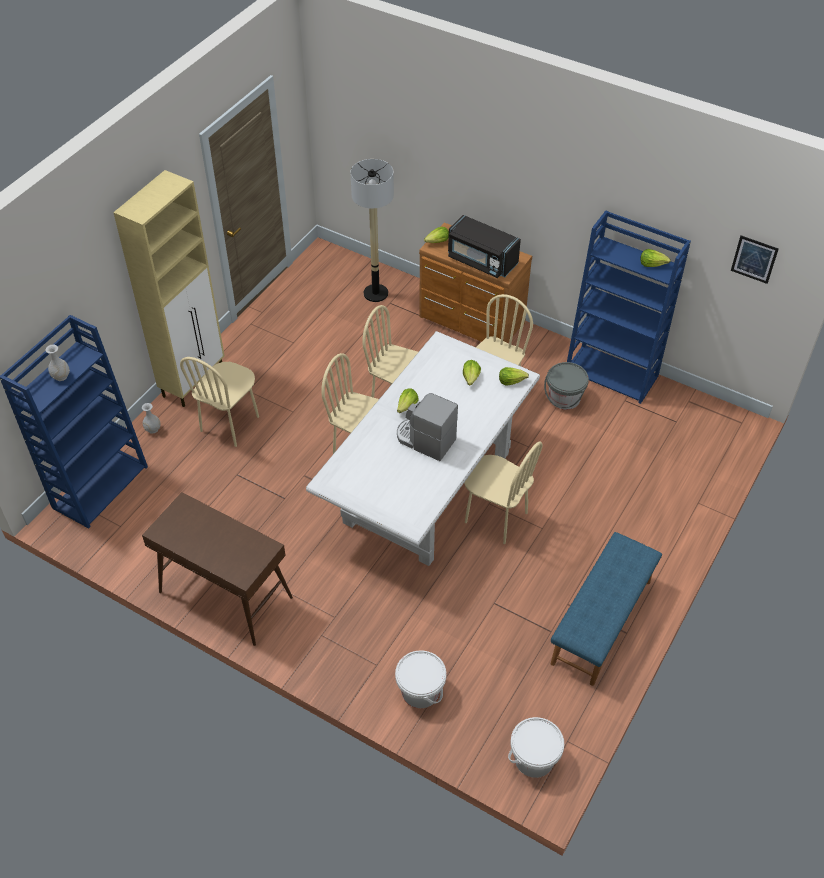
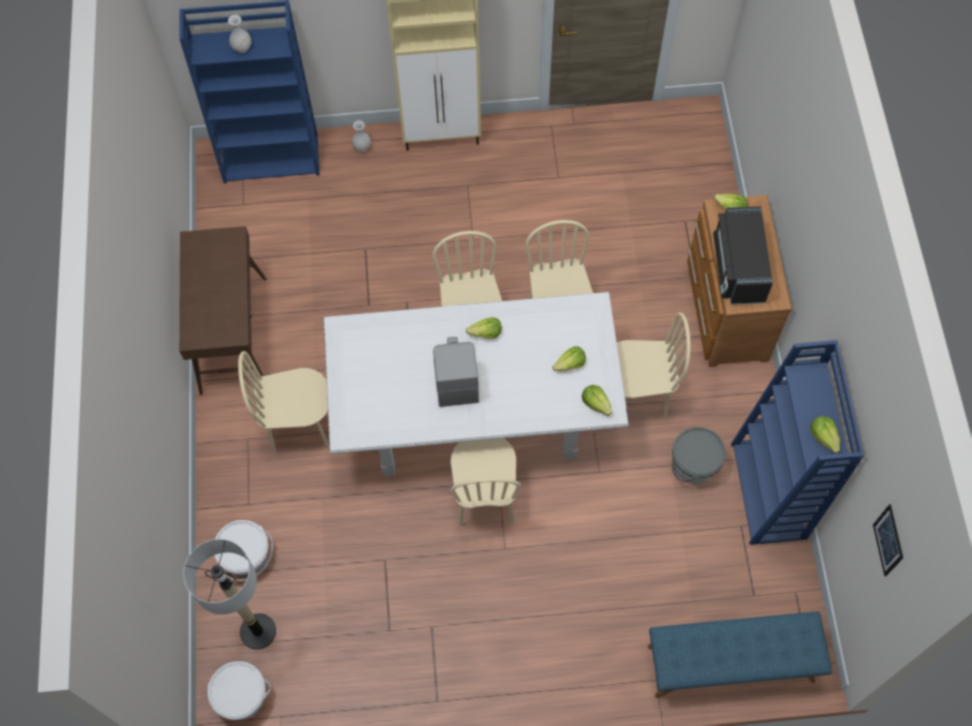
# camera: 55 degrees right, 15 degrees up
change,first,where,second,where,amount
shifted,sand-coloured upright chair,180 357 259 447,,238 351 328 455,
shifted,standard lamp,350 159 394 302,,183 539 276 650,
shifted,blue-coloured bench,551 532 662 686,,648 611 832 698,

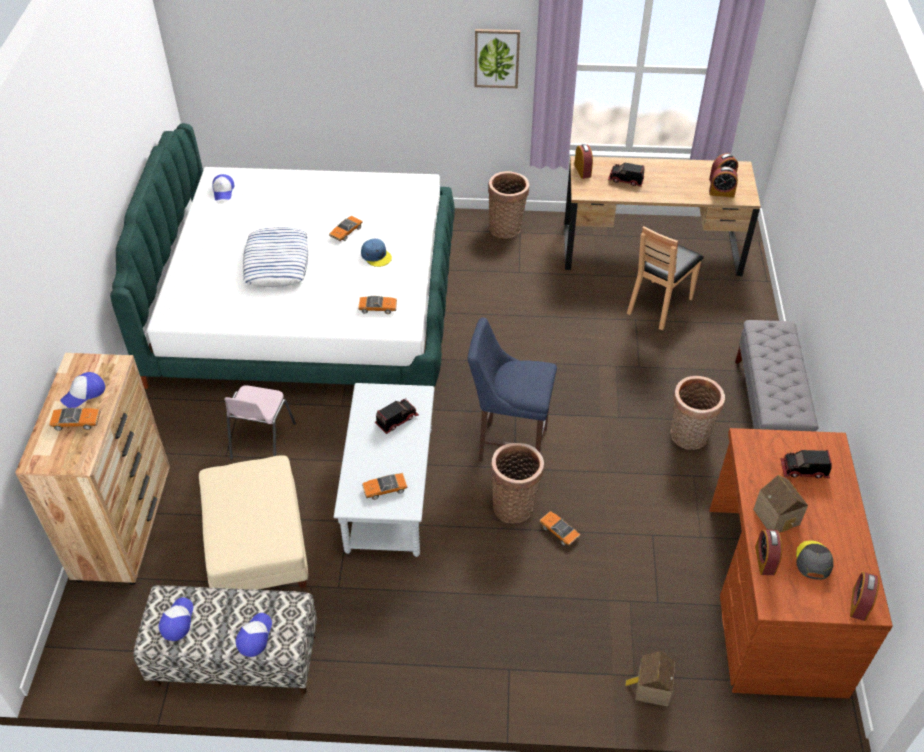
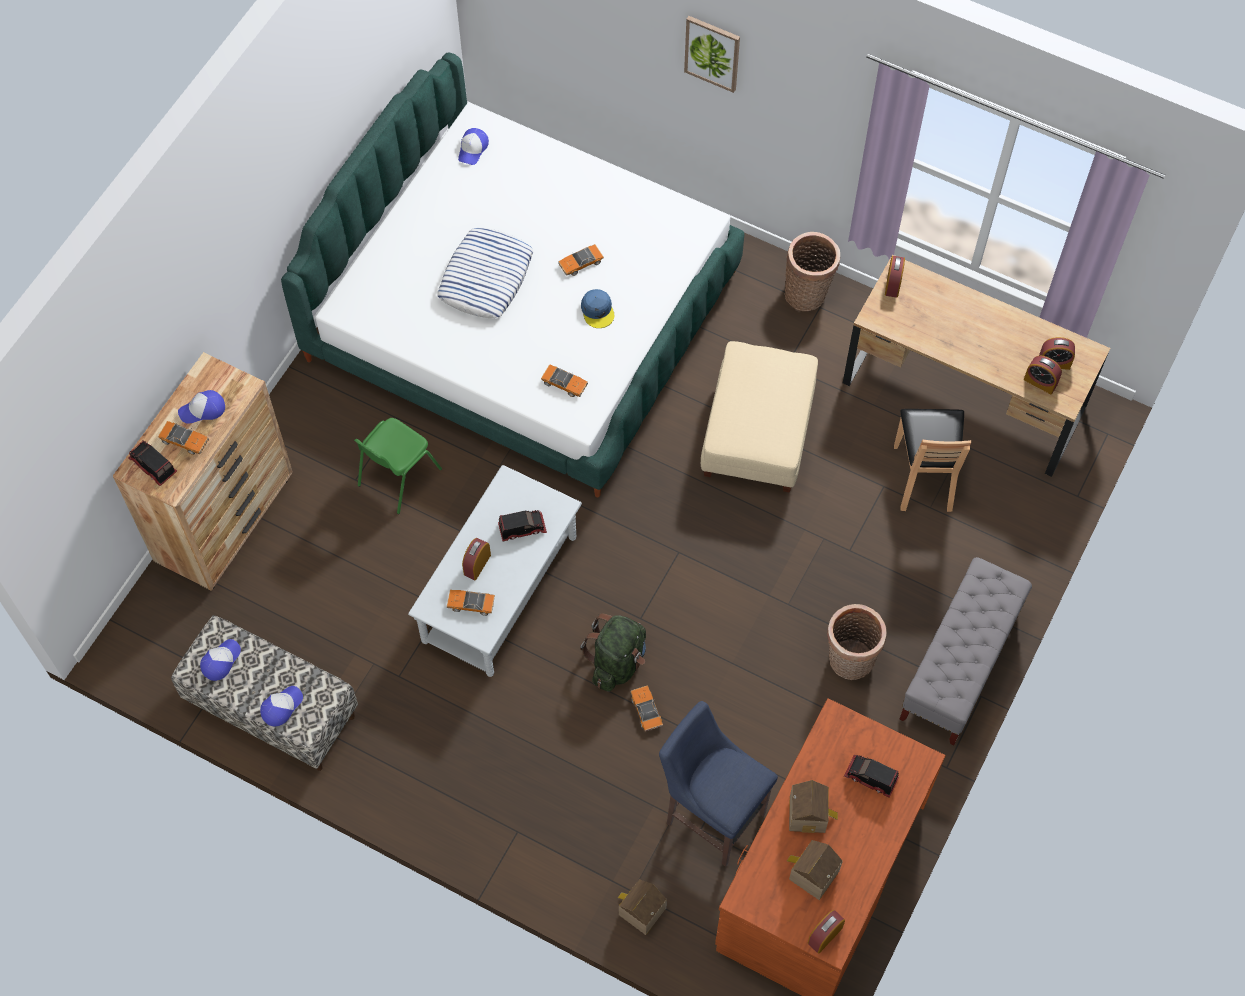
# camera: 25 degrees right, 15 degrees up
change,first,where,second,where,amount
shifted,sand-coloured ottoman,199 455 308 590,,701 341 818 493,
repainted,pink upright chair,224 385 296 460,green upright chair,354 418 442 514,
shifted,blue-coloured stool,468 318 557 462,,659 701 778 867,
shifted,wall picture,474 29 520 88,,684 16 740 93,
swapped,basket,491 443 544 524,green backpack,580 613 646 691,
shifted,toy truck,608 163 644 187,,128 440 177 486,
rotated,brown-coloured upright chair,627 226 704 330,,894 409 971 512,60 degrees counterclockwise
shifted,bedside clock,755 529 782 575,,462 538 491 580,
swapped,gray cap,796 540 833 580,toy house,787 840 843 900,

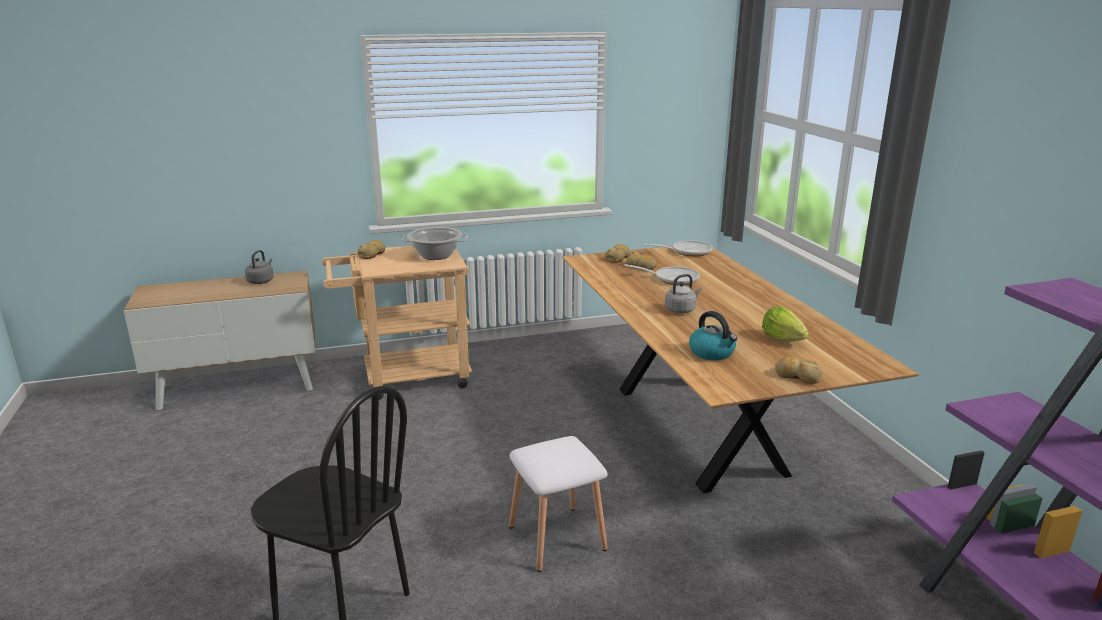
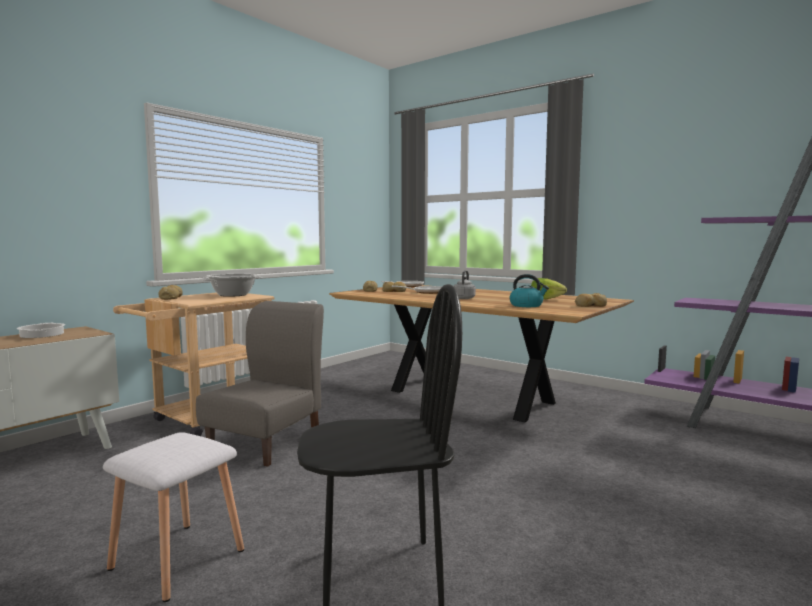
# camera: 35 degrees left, 15 degrees down
change,first,where,second,where,amount
swapped,gray tea kettle,245 250 274 284,cooking pot,16 323 66 338,
shifted,white stool,509 436 608 572,,103 432 244 602,
new,,,gray upright chair,196 301 324 467,

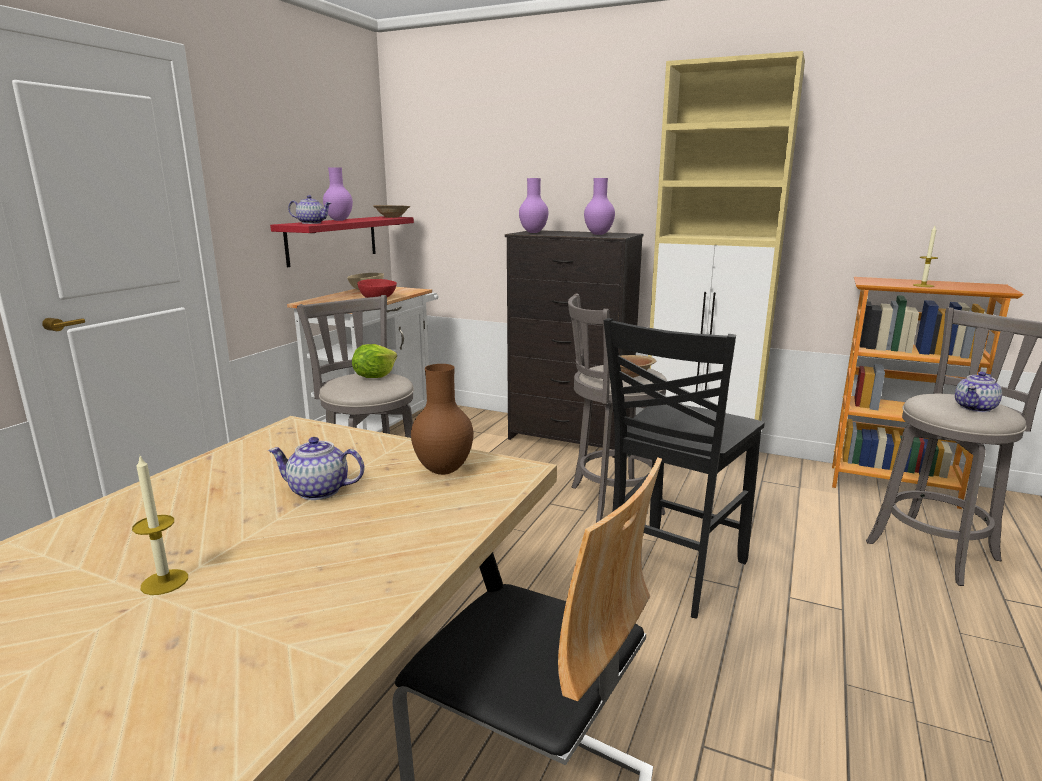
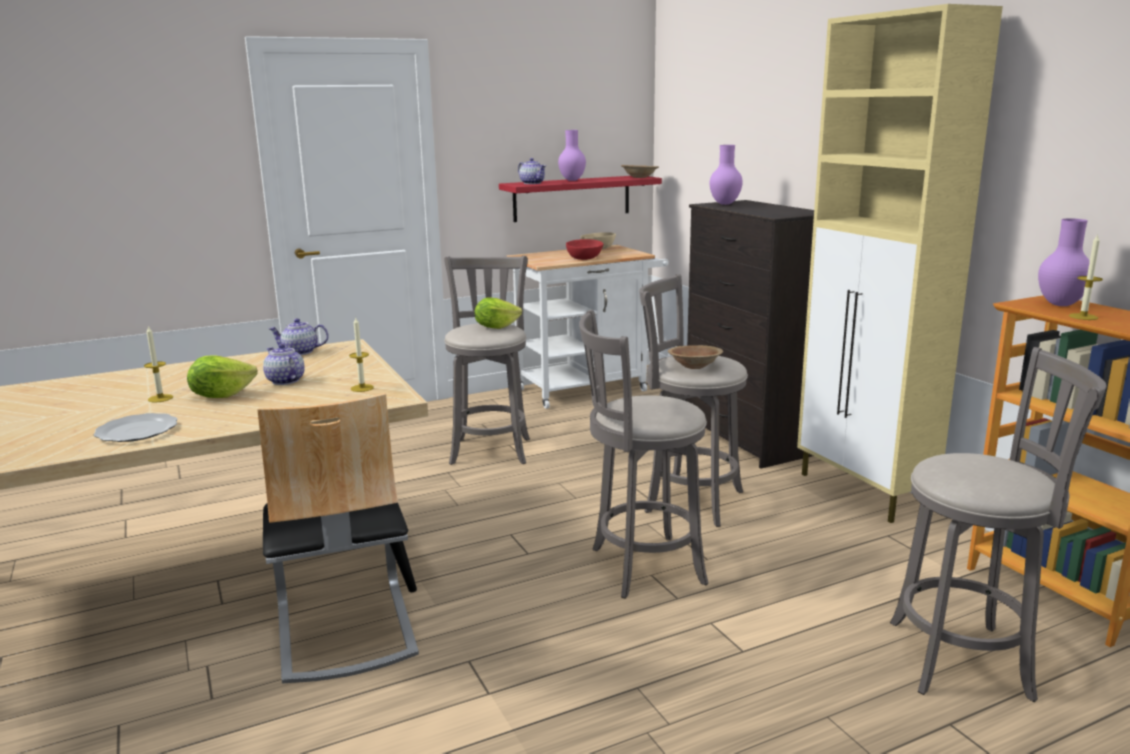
# camera: 40 degrees right, 0 degrees up
change,first,where,second,where,amount
swapped,brown-coloured decorative vase,411 364 473 475,candle,349 316 374 392,
shifted,purplish decorative vase,584 178 615 235,,1038 218 1090 306,
swapped,black upright chair,604 318 765 619,gray stool,579 310 708 599,
shifted,tea pot,955 371 1002 412,,269 318 329 355,
new,,,dinner plate,93 413 178 442,
new,,,lettuce head,187 356 257 398,

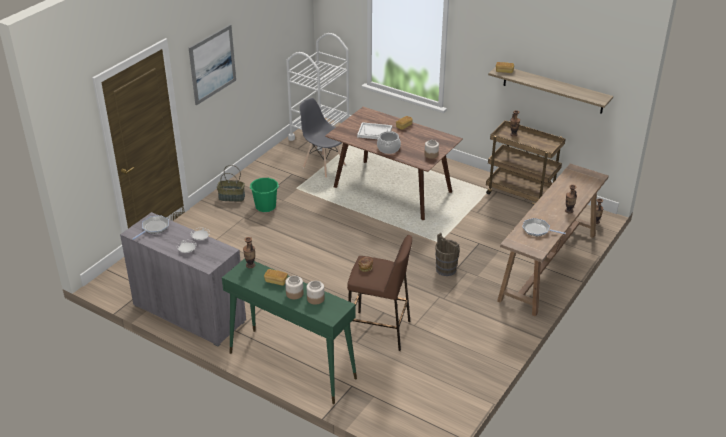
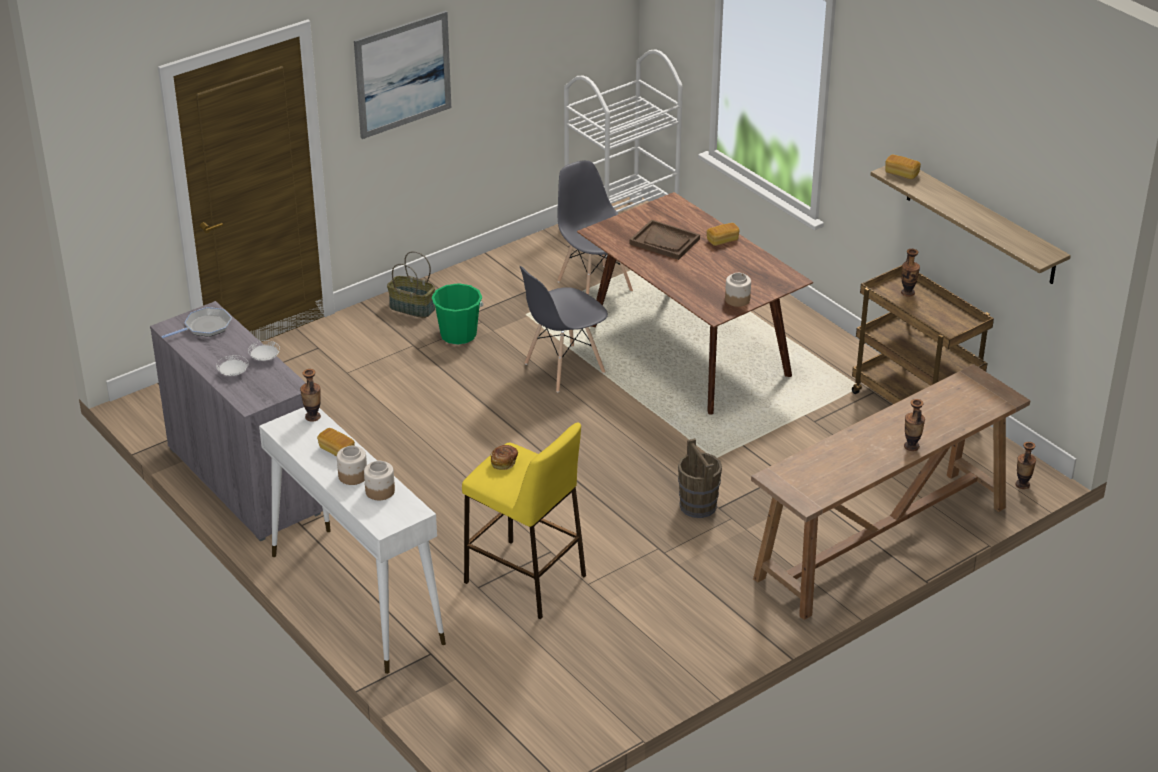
# camera: 20 degrees right, 0 degrees up
change,first,where,second,where,amount
repainted,green console table,222 258 357 404,white console table,259 407 446 674,
repainted,brown-coloured stool,347 235 412 351,yellow-coloured stool,462 422 586 619,
repainted,white carrying tray,357 122 392 139,brown-coloured carrying tray,630 220 700 260,
gone,cooking pot,377 131 401 154,,,
gone,skillet,522 218 566 237,,,
new,,,gray upright chair,520 266 608 392,

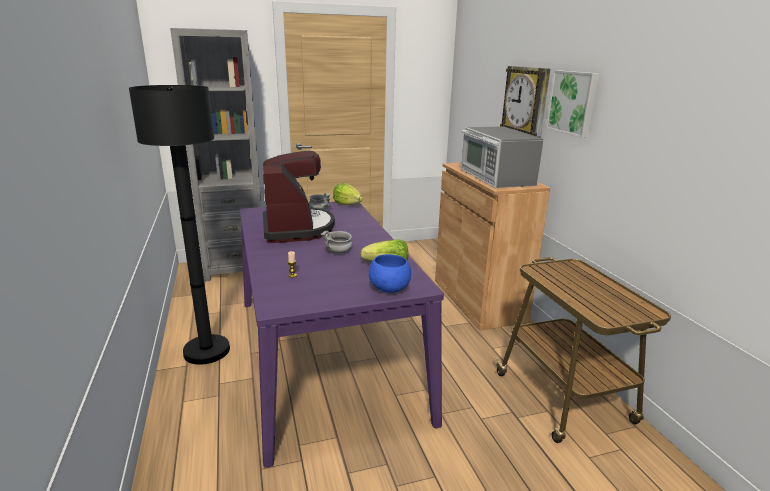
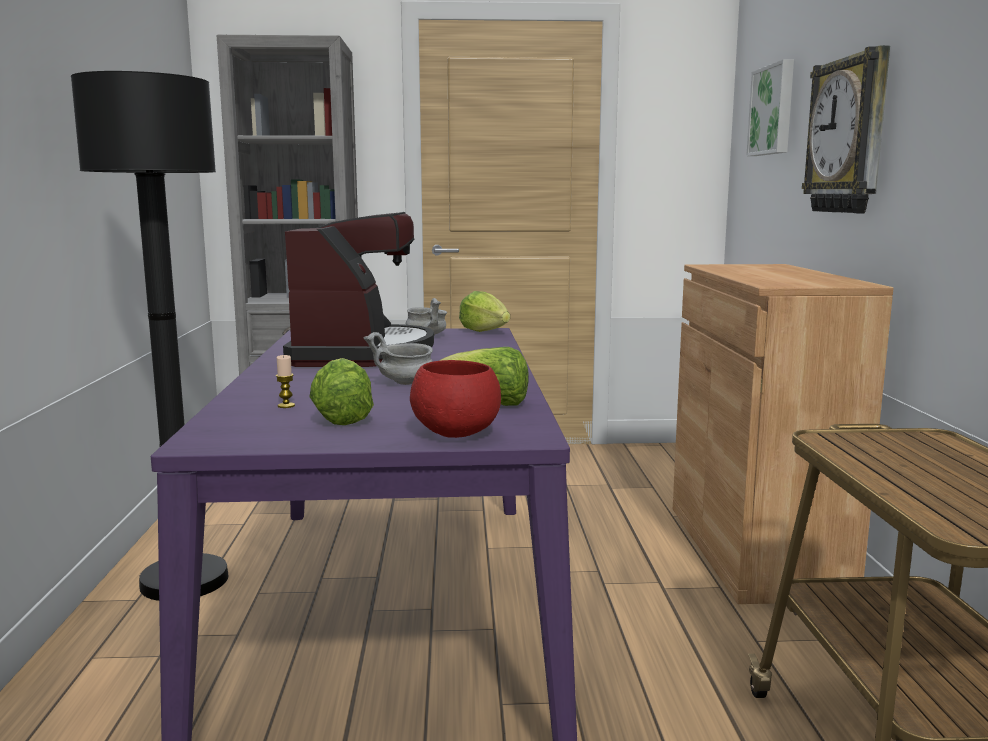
# camera: 15 degrees right, 10 degrees down
change,first,where,second,where,amount
repainted,blue-coloured deep dish,369 254 411 293,red deep dish,410 360 501 438,
gone,microwave oven,461 126 543 188,,,
shifted,wall picture,546 70 599 138,,746 59 794 156,
new,,,lettuce head,309 358 374 425,

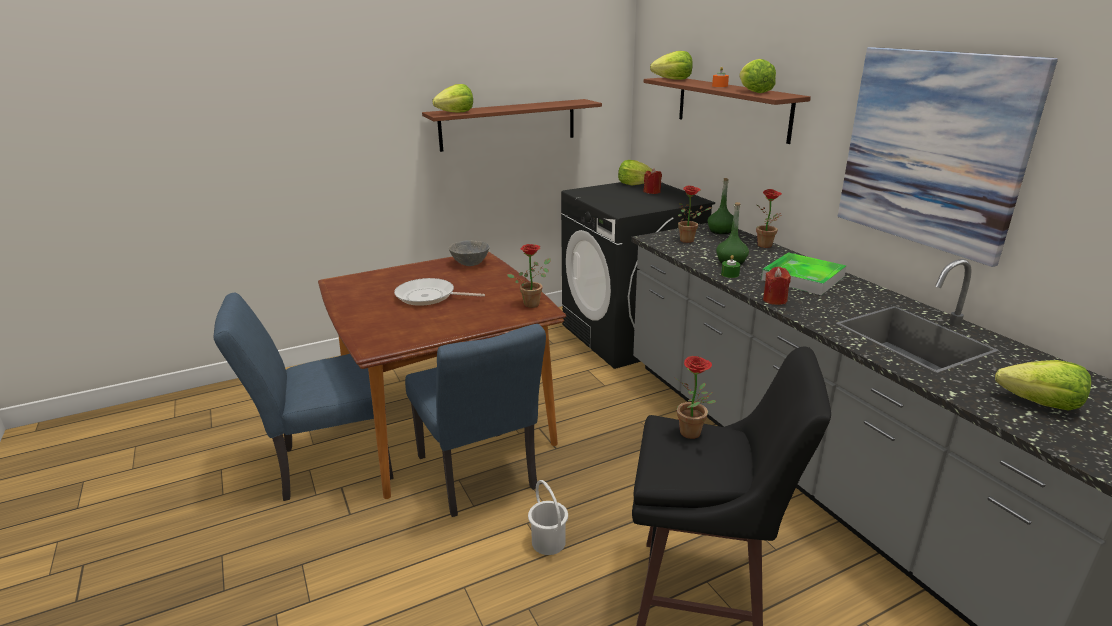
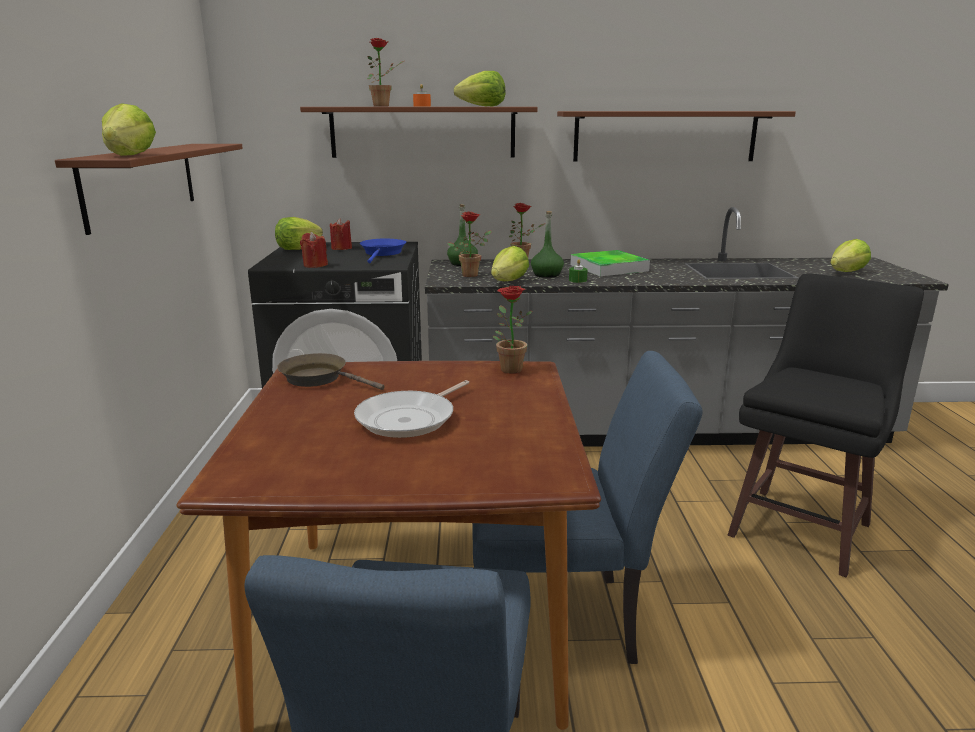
# camera: 65 degrees left, 5 degrees down
change,first,where,second,where,amount
swapped,gray deep dish,449 240 490 266,brown-coloured skillet,277 353 385 390,
gone,white pail,528 480 568 555,,,
shifted,lettuce head,650 51 693 80,,491 246 529 281,
shifted,plant in a pot,675 356 716 439,,367 38 404 107,
shifted,red candle,763 267 791 305,,300 232 328 268,
swapped,wall picture,838 47 1058 267,brown-coloured wall shelf,557 111 796 162,
new,,,blue-coloured skillet,360 238 406 263,

